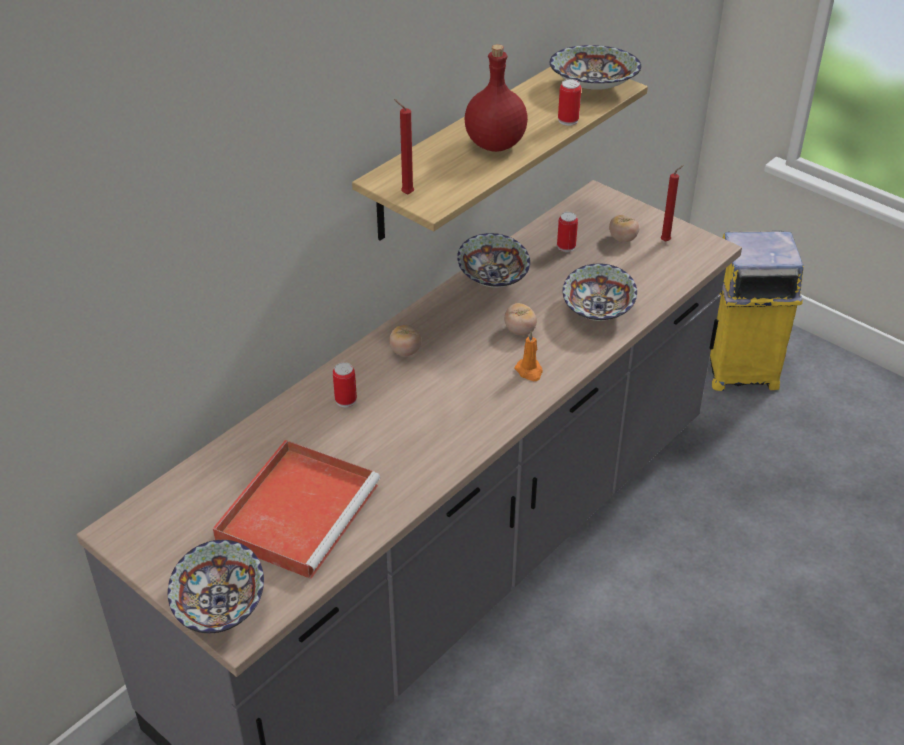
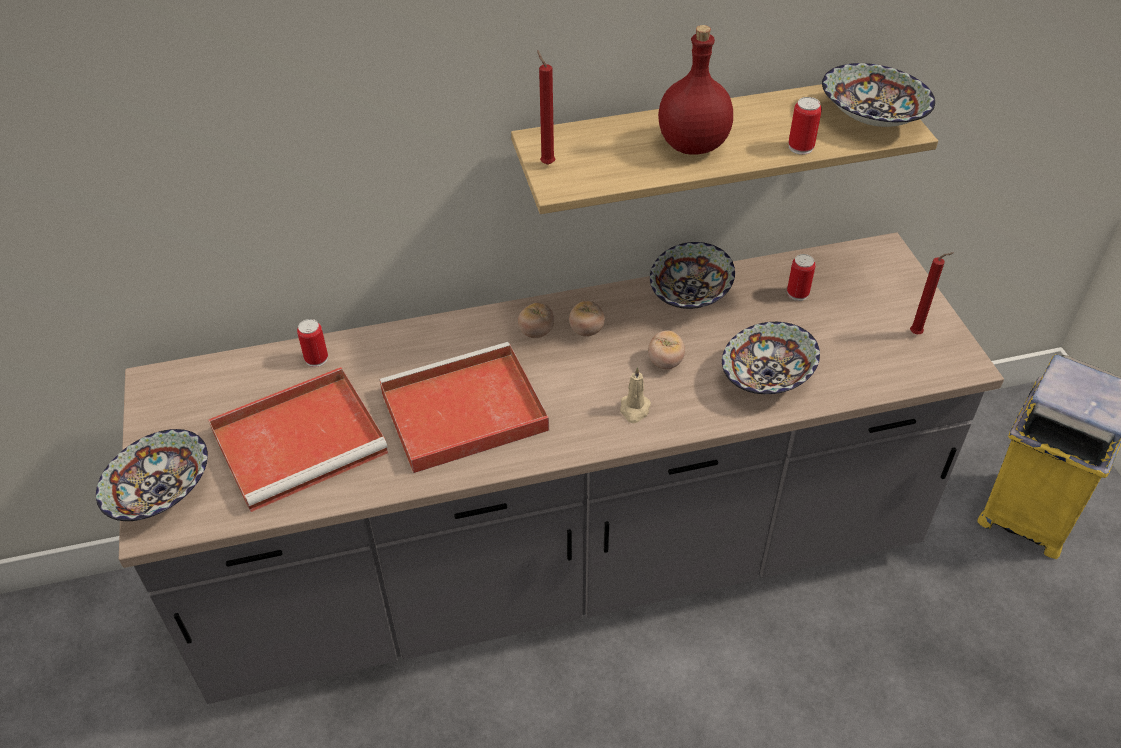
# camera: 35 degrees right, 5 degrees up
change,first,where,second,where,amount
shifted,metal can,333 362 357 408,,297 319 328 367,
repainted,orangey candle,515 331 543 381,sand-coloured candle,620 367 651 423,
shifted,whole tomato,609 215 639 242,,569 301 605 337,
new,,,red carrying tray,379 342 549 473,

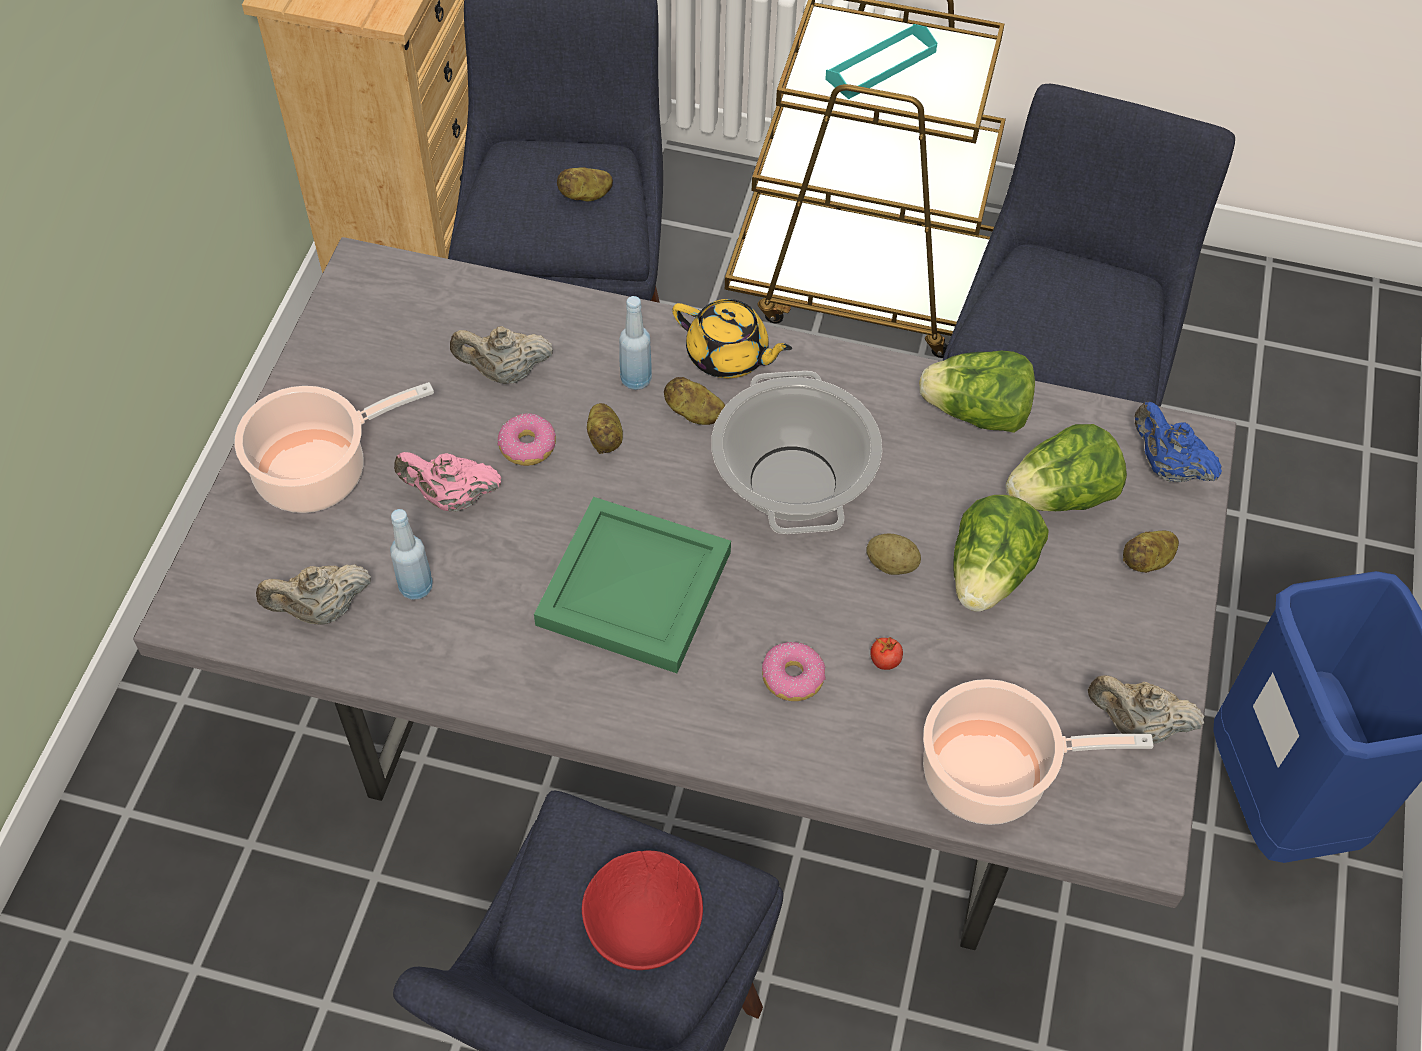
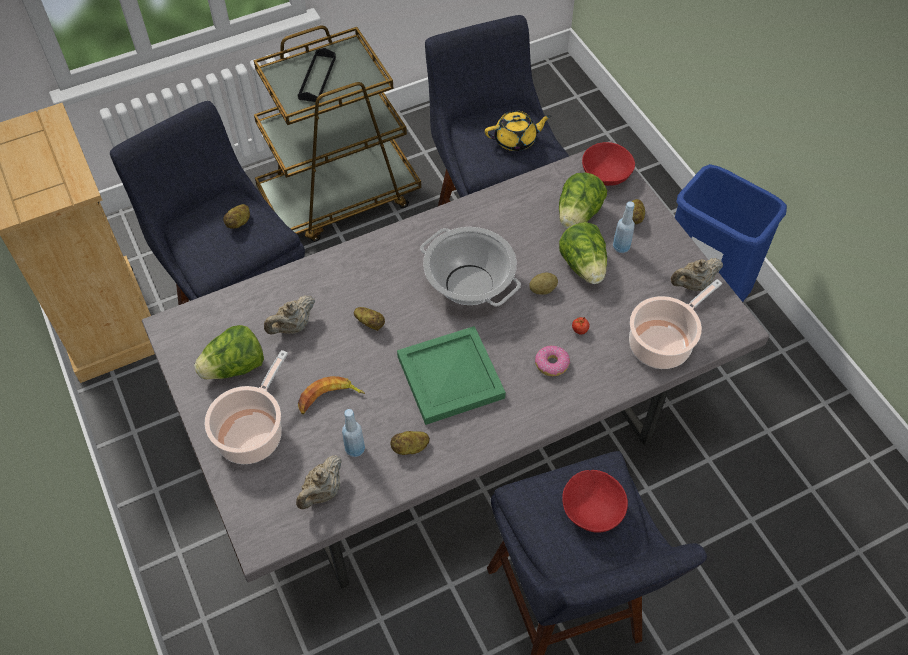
# camera: 40 degrees left, 0 degrees up
change,first,where,second,where,amount
swapped,pink tea pot,394 452 501 511,whole banana,298 376 365 414,
gone,ring doughnut,498 413 556 466,,,
shifted,blue-coloured drink bottle,619 296 652 390,,613 201 635 253,
shifted,spud,664 377 725 425,,391 431 430 455,
shifted,yellow-coloured tea pot,672 299 792 378,,485 110 552 151,
repainted,blue-green carrying tray,825 24 937 99,black carrying tray,298 48 336 102,
shifted,lettuce head,919 350 1035 433,,194 325 264 379,
swapped,blue-coloured tea pot,1134 402 1222 482,red deep dish,582 142 635 186,

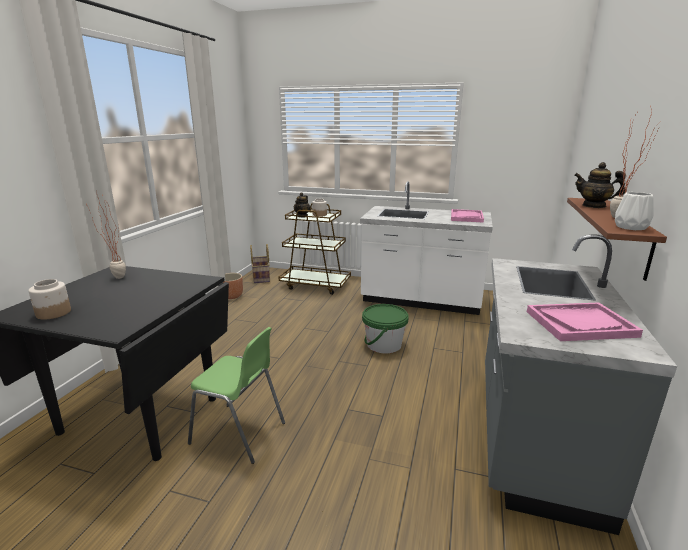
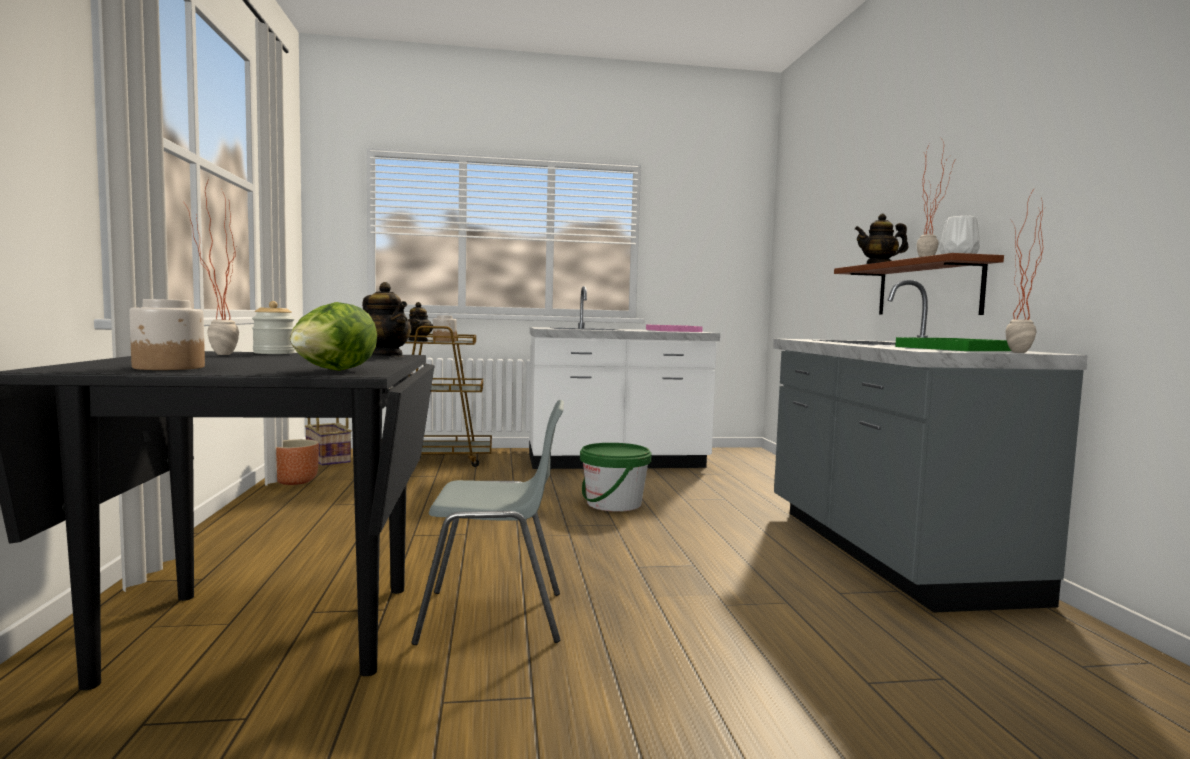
# camera: 25 degrees left, 15 degrees down
change,first,where,second,where,amount
repainted,green upright chair,188 327 285 464,gray upright chair,411 400 564 645,
repainted,pink carrying tray,527 302 643 341,green carrying tray,895 337 1011 351,
new,,,jar,252 301 295 354,
new,,,lettuce head,290 302 377 371,
new,,,tea pot,362 282 411 357,
new,,,plant in a pot,1005 186 1045 353,

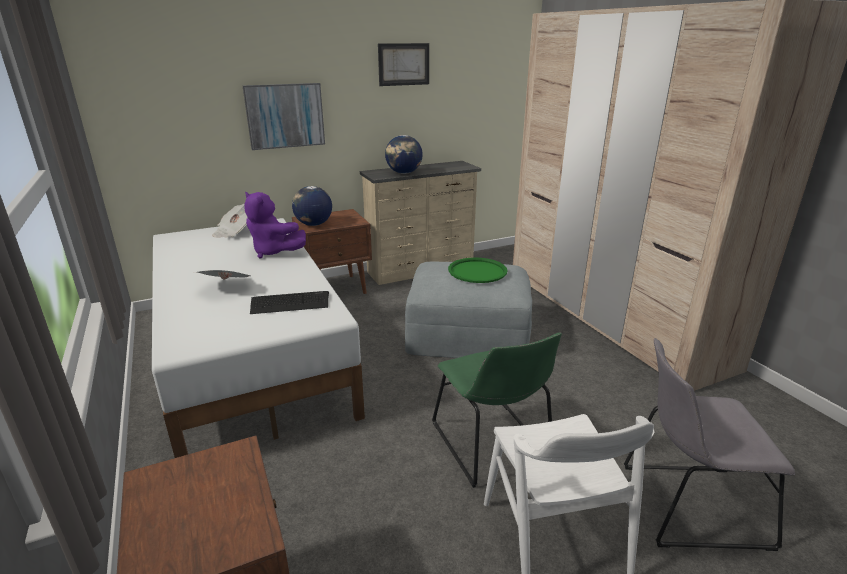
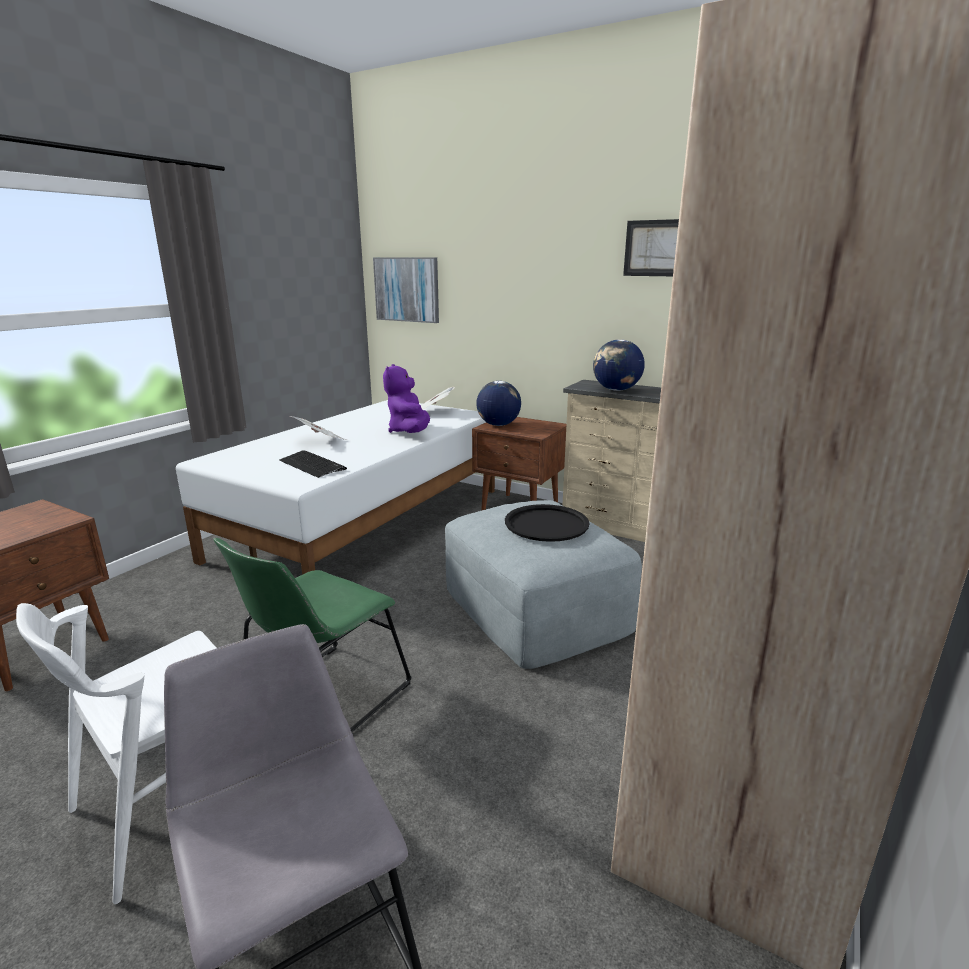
# camera: 55 degrees right, 5 degrees down
change,first,where,second,where,amount
shifted,wall picture,243 83 325 150,,373 258 439 323,
repainted,green carrying tray,448 257 508 283,black carrying tray,505 504 589 542,

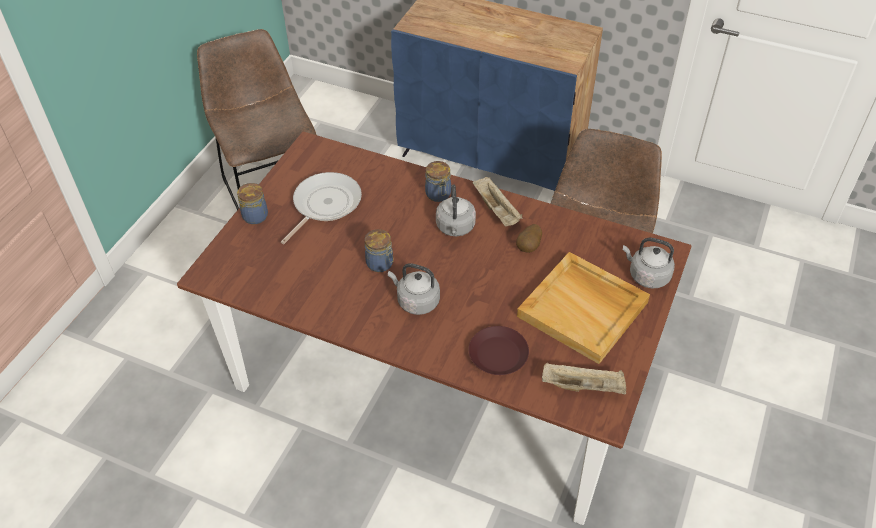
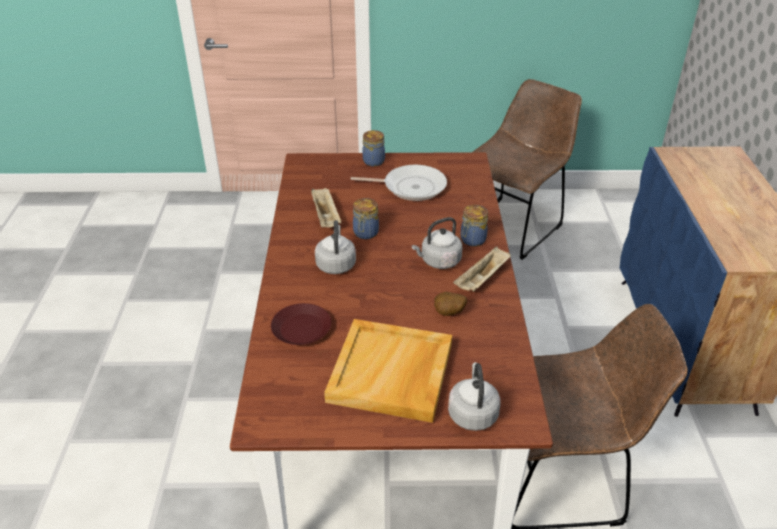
# camera: 65 degrees right, 10 degrees down
change,first,where,second,where,amount
shifted,sand-coloured carrying tray,542 363 626 394,,311 188 341 228,

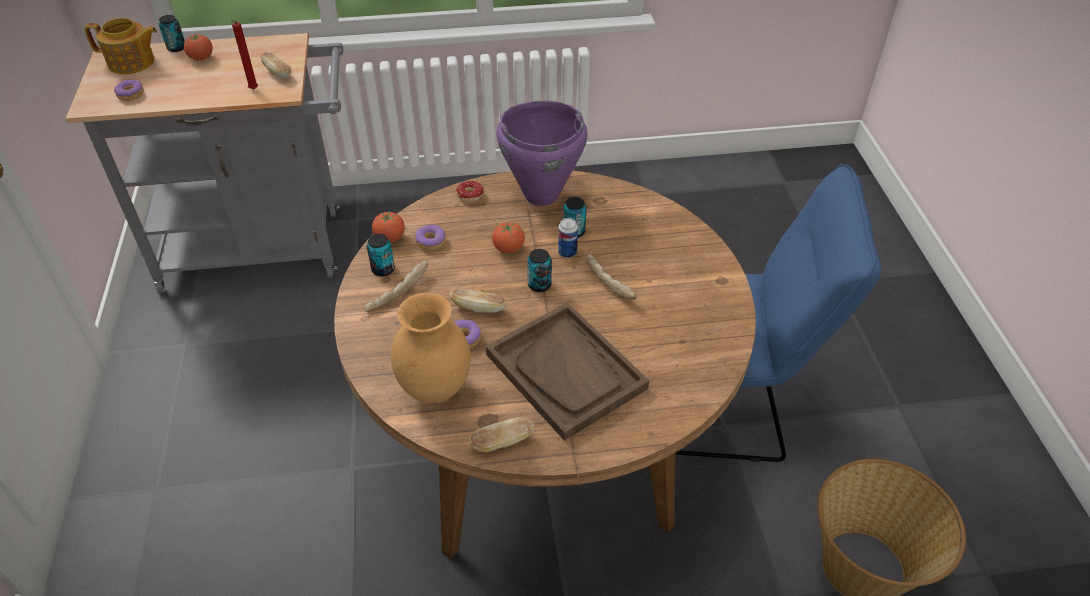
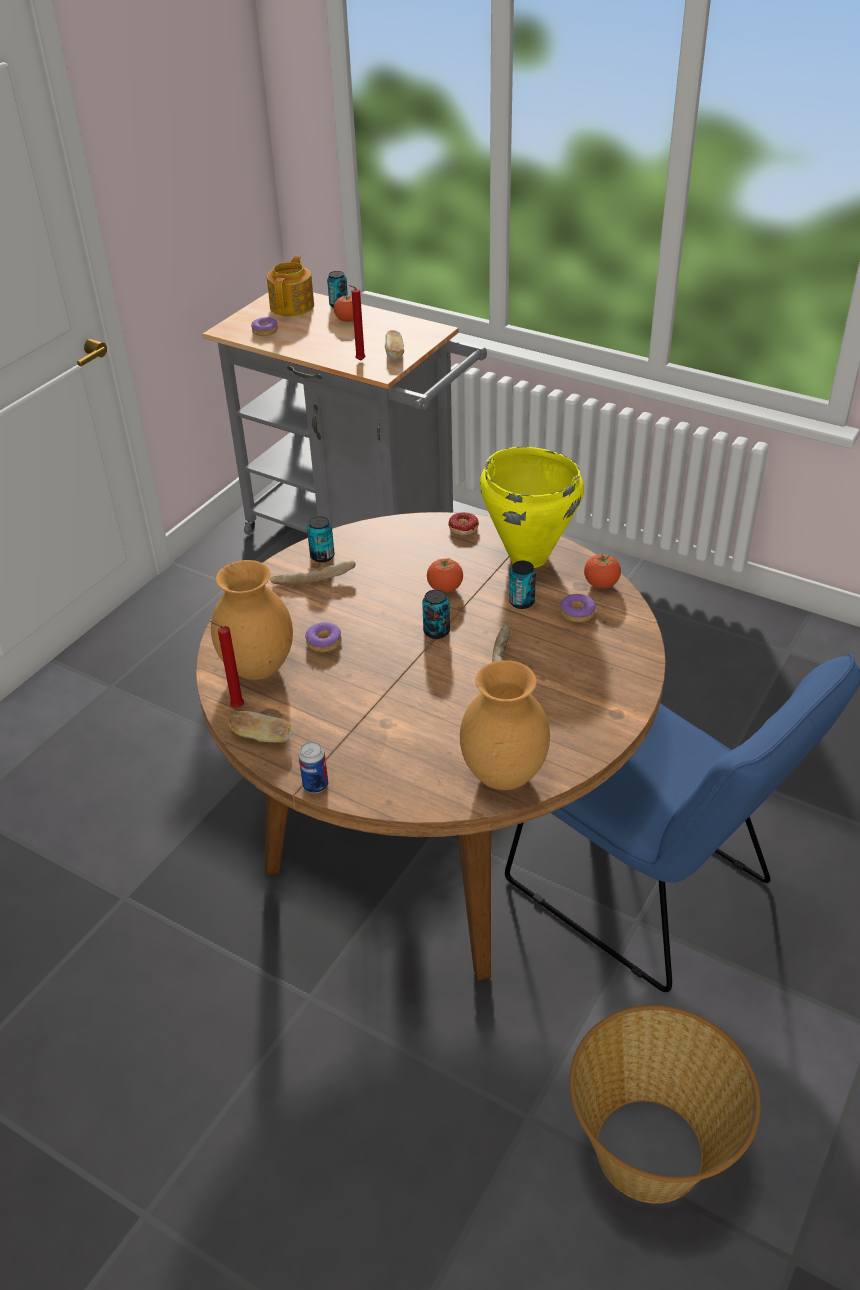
# camera: 40 degrees right, 5 degrees down
change,first,where,second,where,amount
rotated,tea pot,85 18 157 74,,267 255 314 316,120 degrees counterclockwise
shifted,whole tomato,372 212 405 242,,584 553 621 588,
shifted,ring doughnut,415 225 446 250,,560 594 596 622,
gone,bread,450 289 506 313,,,
gone,brown-coloured carrying tray,486 302 649 441,,,
repainted,purplish cooking pot,496 101 588 206,yellow-coloured cooking pot,480 447 584 568,
shifted,metal can,558 218 578 258,,298 742 328 793,
new,,,red candle,209 621 244 708,
new,,,brown-coloured decorative vase,460 660 550 790,

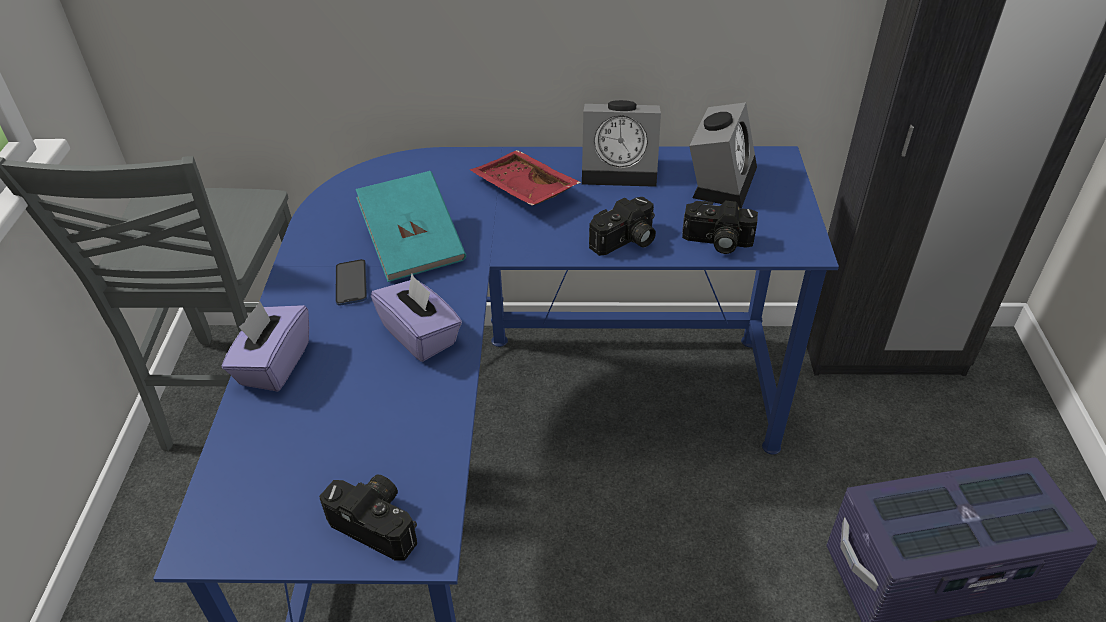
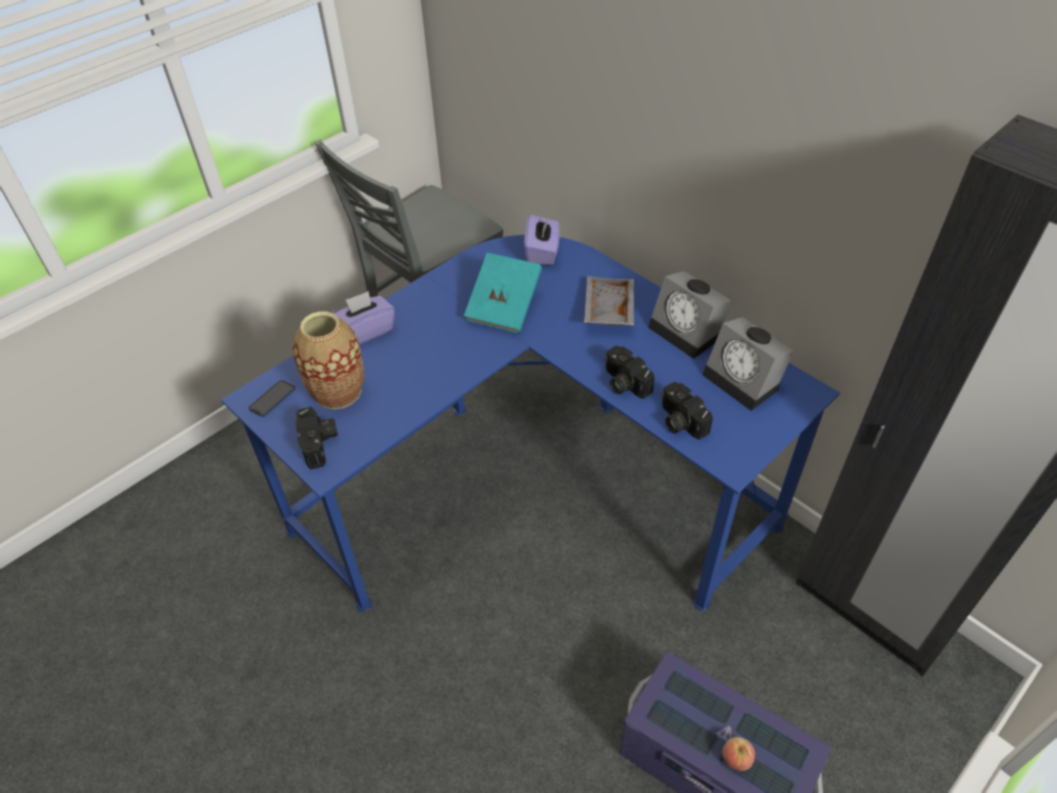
# camera: 45 degrees right, 5 degrees up
change,first,where,second,where,amount
shifted,telephone,336 259 367 306,,249 380 296 417,
shifted,purplish box of tissues,371 273 462 362,,524 215 560 265,
repainted,red carrying tray,470 150 581 205,gray carrying tray,584 276 634 325,
rotated,still camera,589 197 656 256,,604 346 655 399,45 degrees clockwise
rotated,bedside clock,689 102 757 208,,702 317 794 411,75 degrees clockwise
new,,,decorative vase,293 311 364 409,
new,,,whole apple,722 737 755 771,

